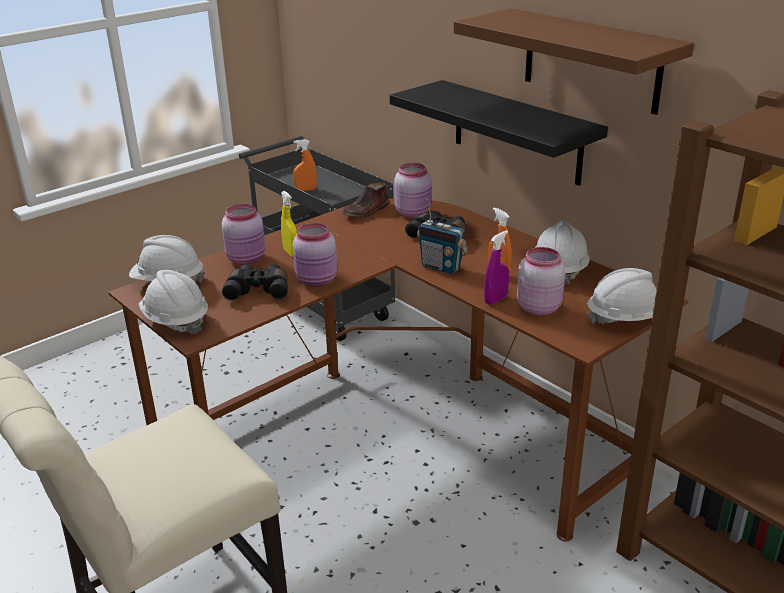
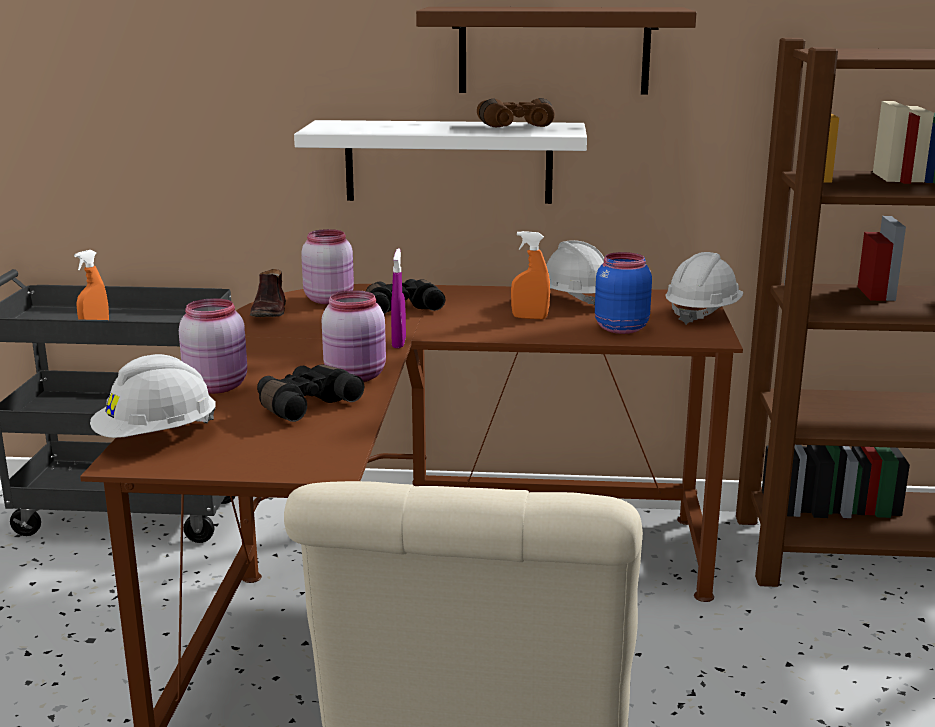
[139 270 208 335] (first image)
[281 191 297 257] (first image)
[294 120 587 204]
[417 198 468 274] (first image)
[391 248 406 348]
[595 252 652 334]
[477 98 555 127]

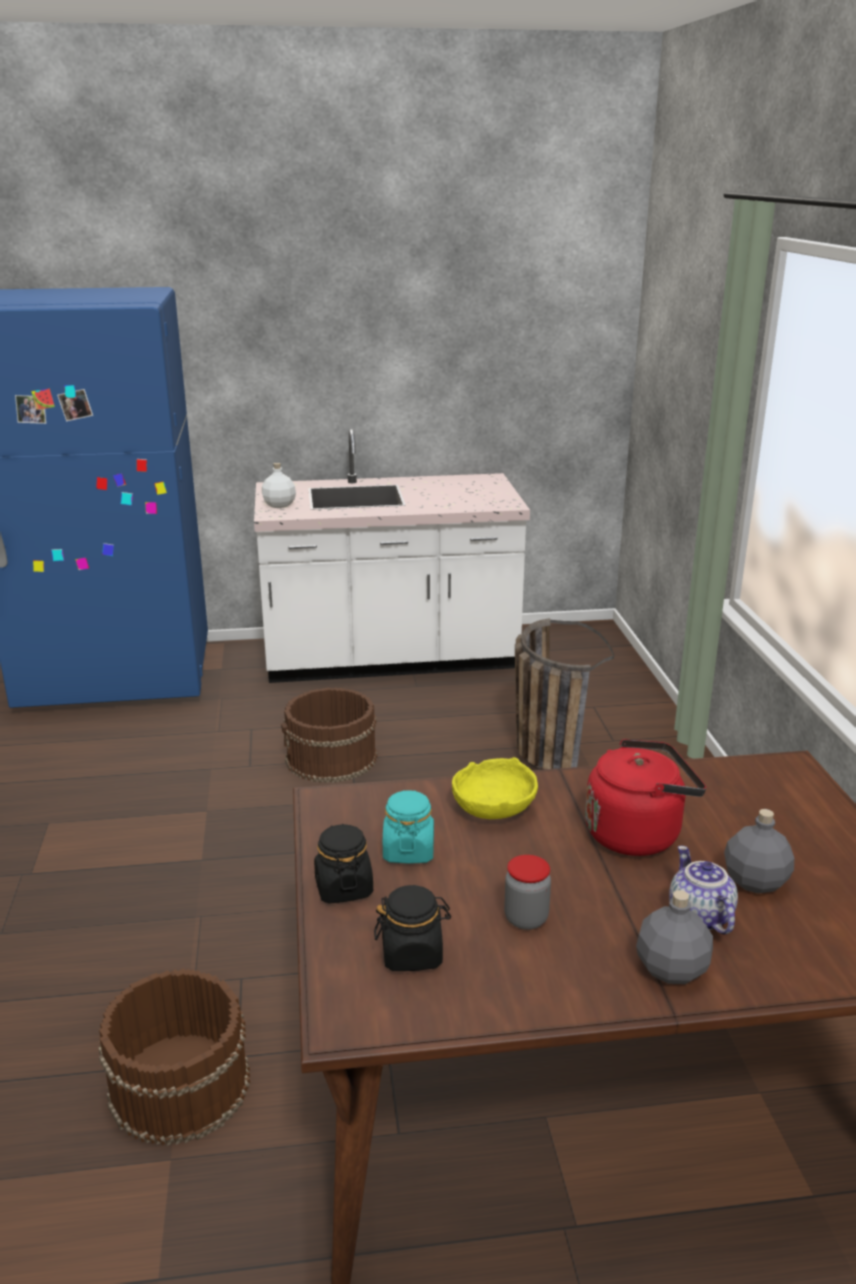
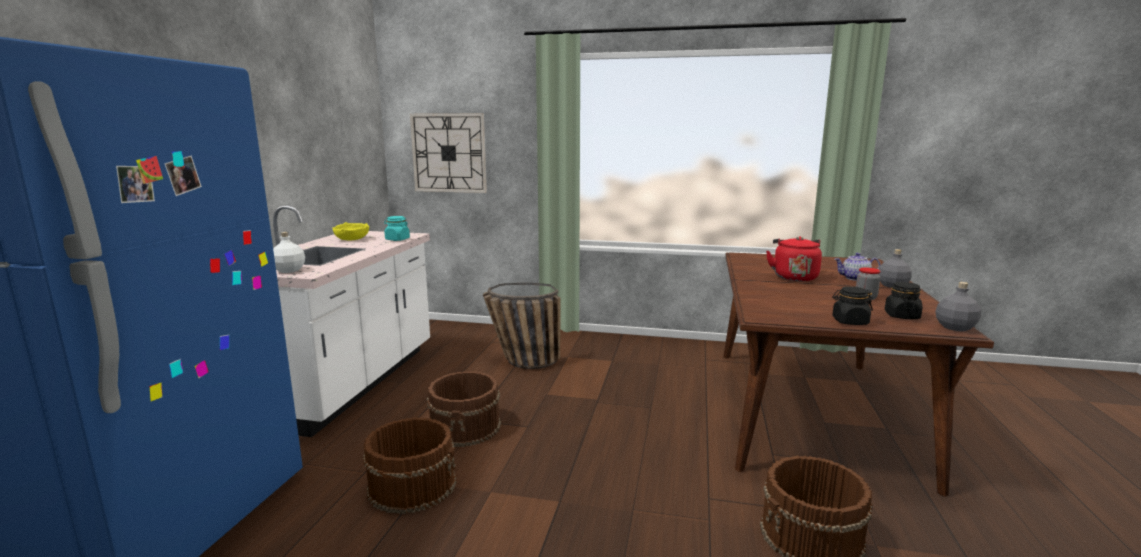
[384 216 410 241]
[332 222 369 240]
[935 282 981 331]
[363 417 456 514]
[410 113 487 193]

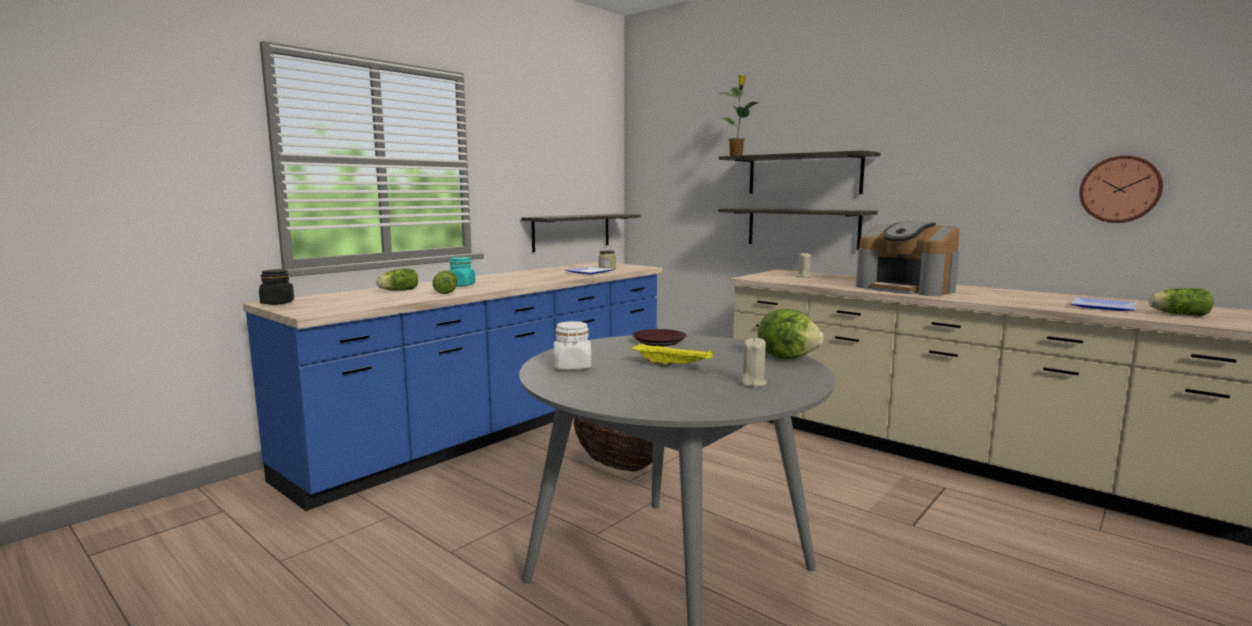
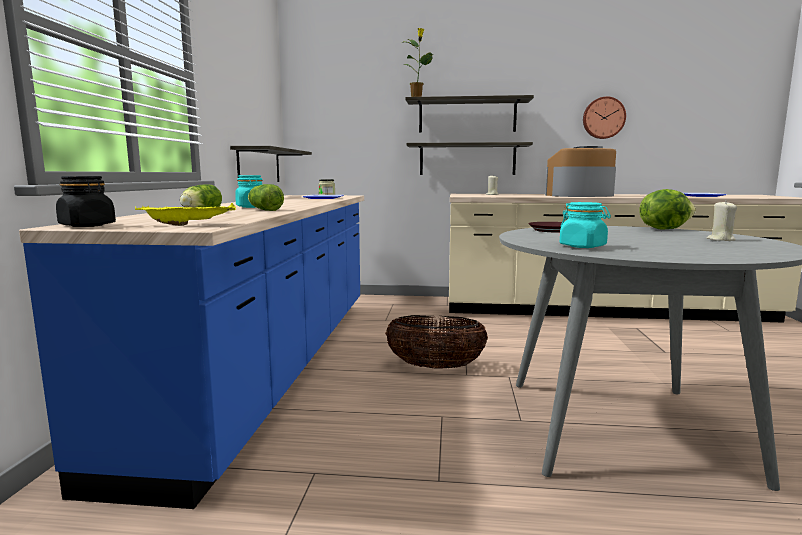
[560 202 611 248]
[135 203 236 226]
[545 146 616 197]
[583 96 626 139]
[1148 288 1213 316] (first image)

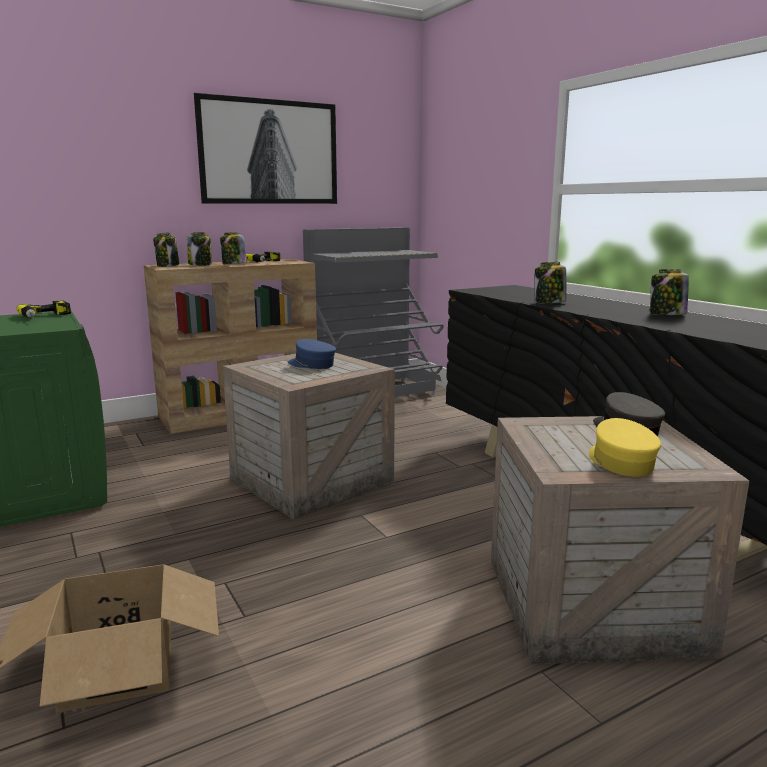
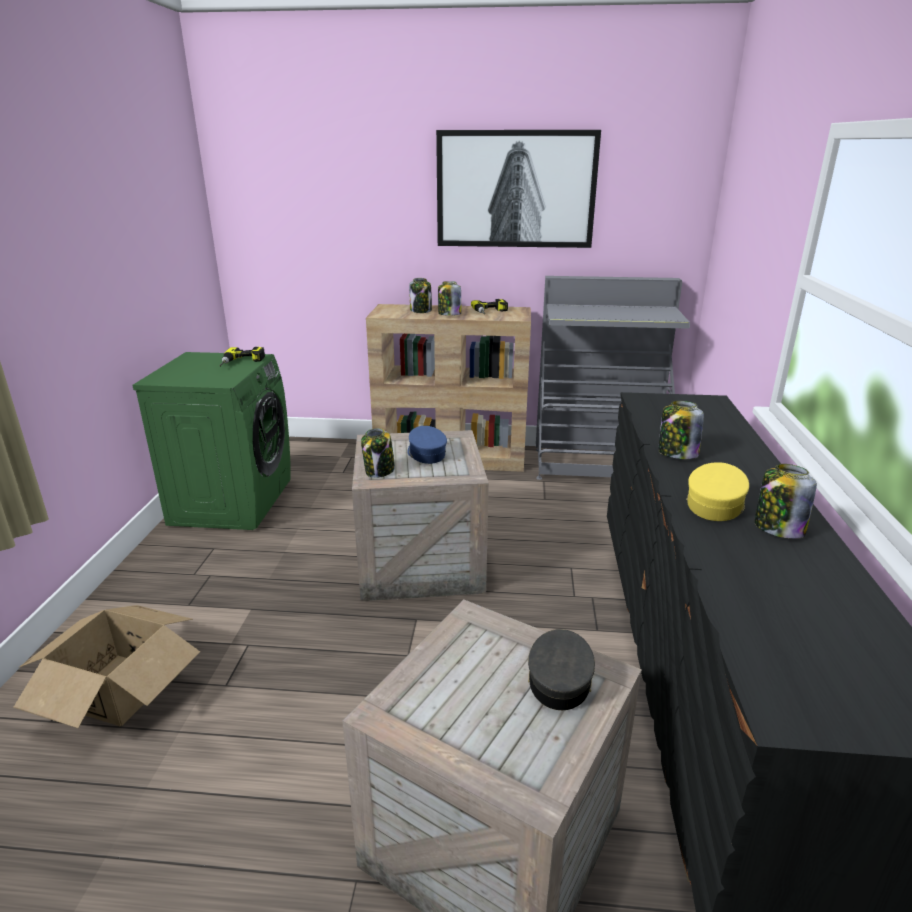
[361 428 395 478]
[686 462 749 521]

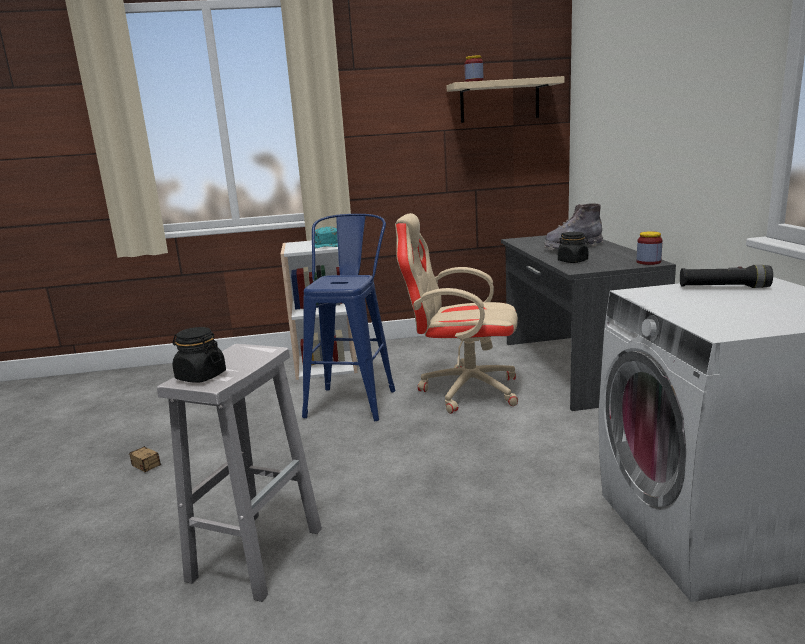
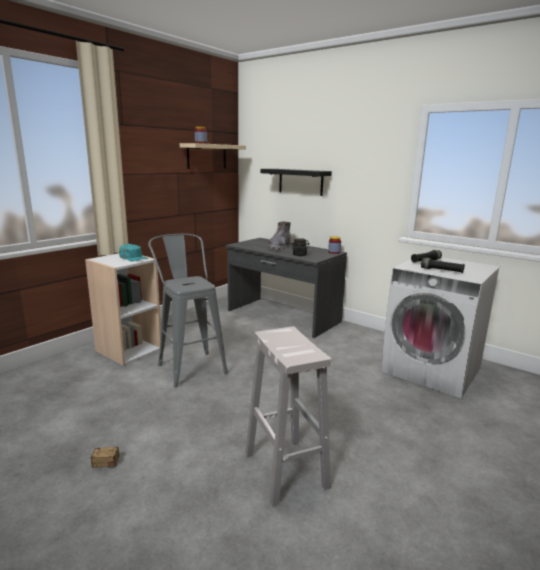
[172 327 226 383] (first image)
[148 234 228 387]
[395 213 518 414] (first image)
[260 169 332 196]
[421 258 465 273]

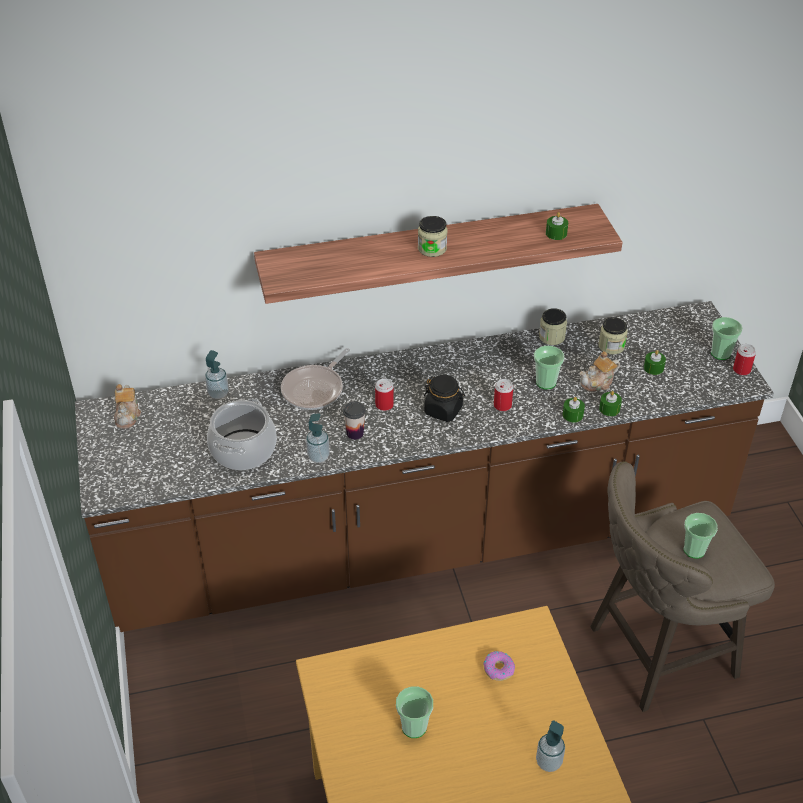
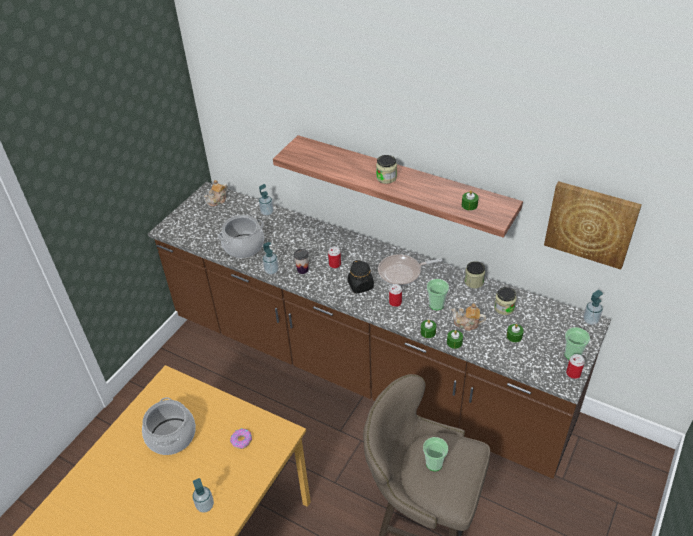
[378 254 442 286]
[142 397 196 455]
[544 181 642 270]
[583 290 603 325]

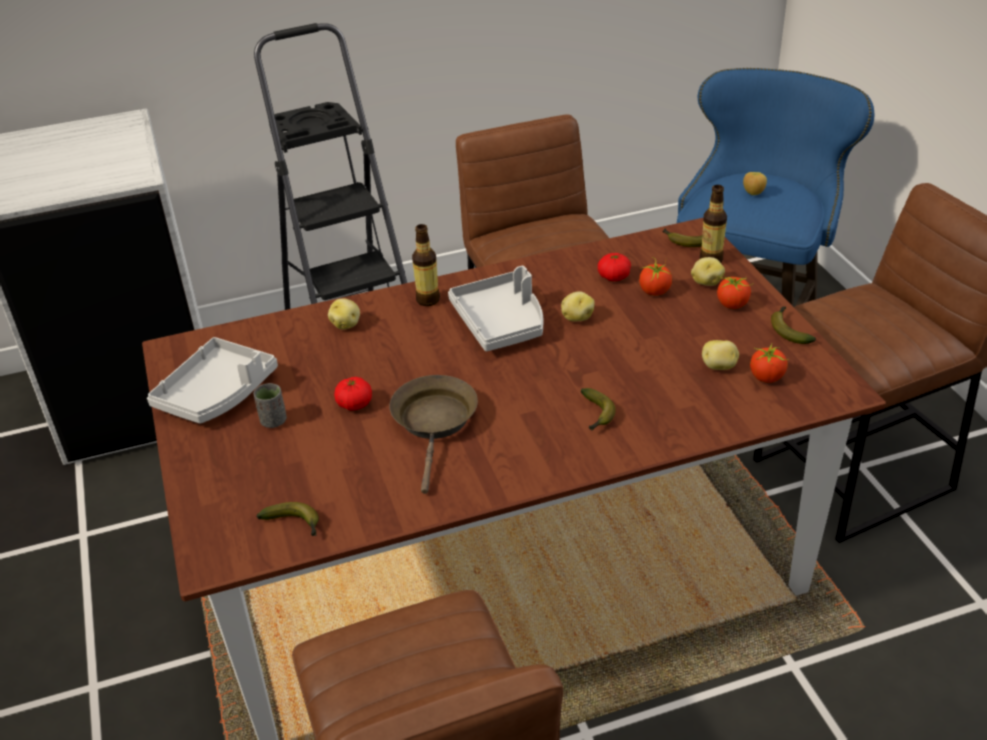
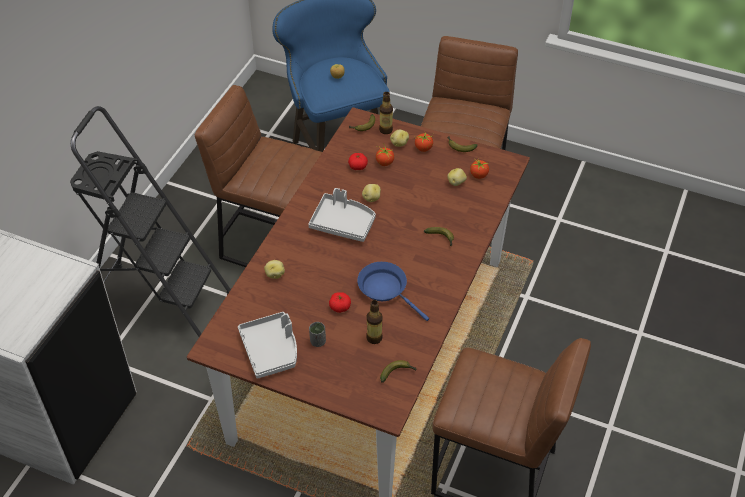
[357 262 429 321]
[366 300 383 344]

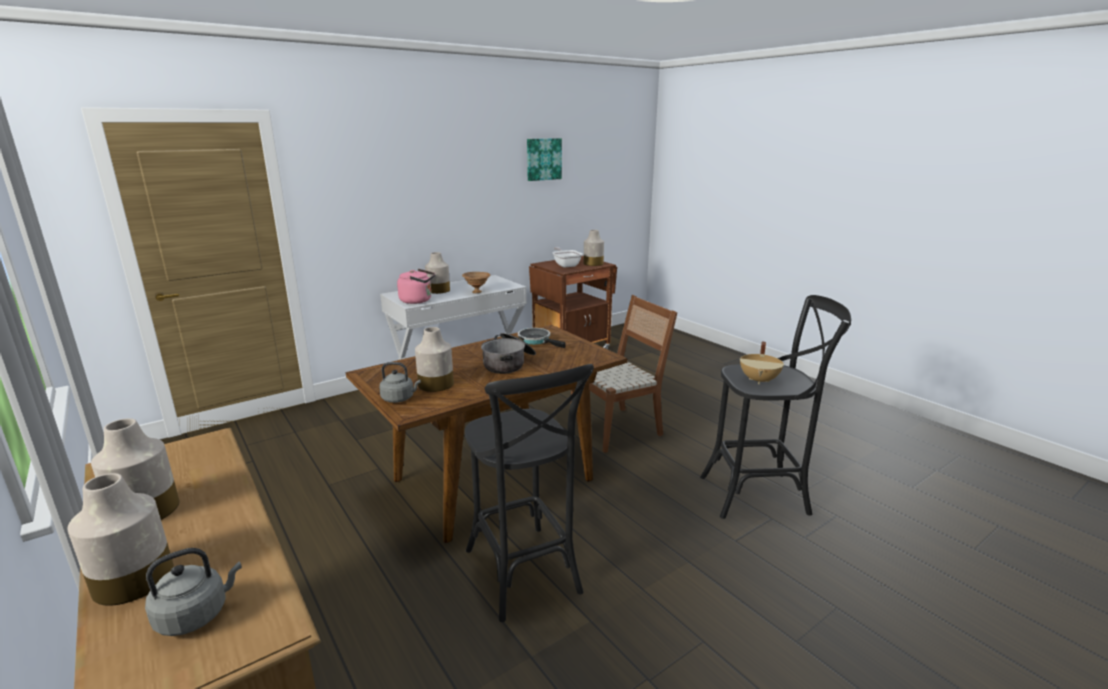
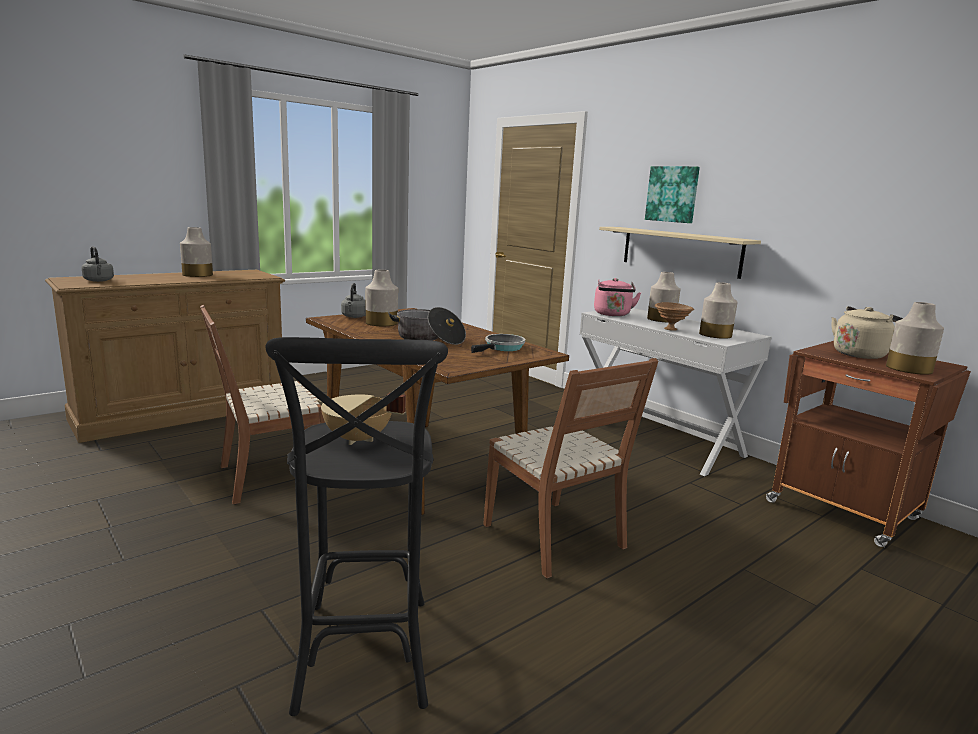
[699 282 737 339]
[200 305 325 505]
[645 166 700 223]
[831 306 903 359]
[599 227 761 279]

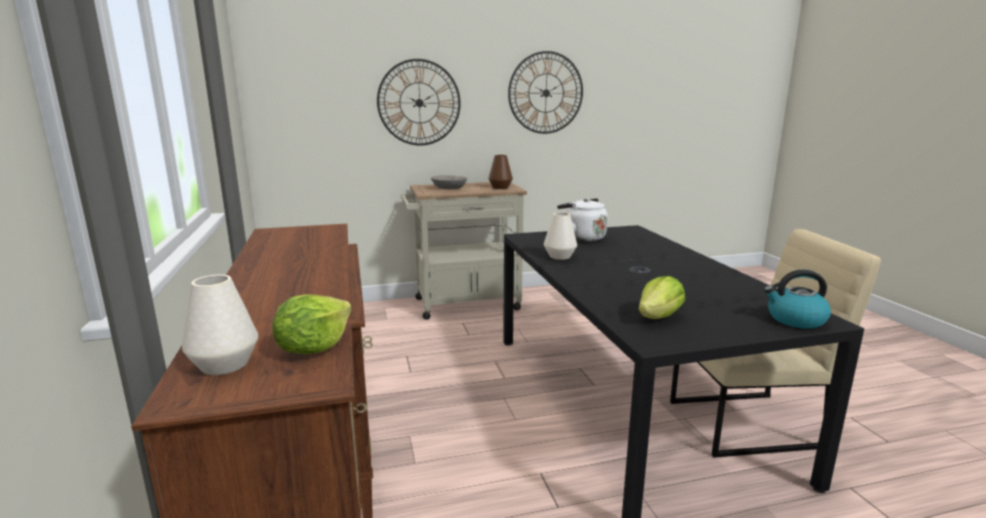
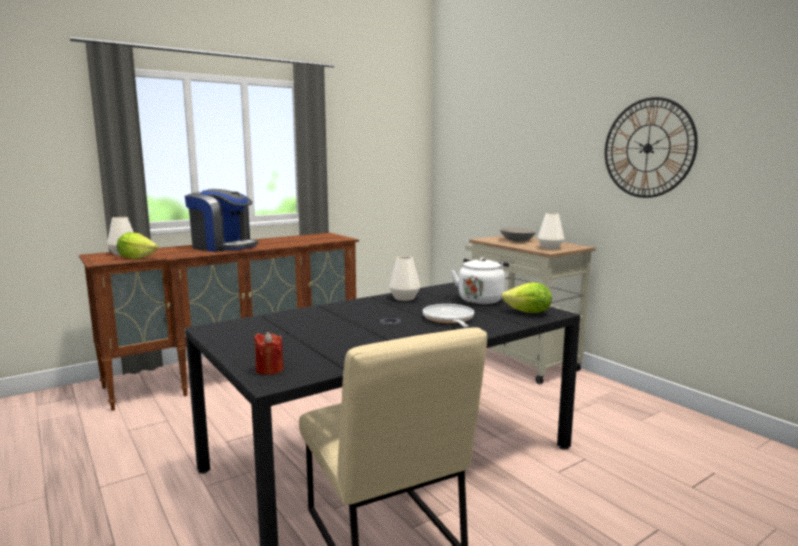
[377 59 461 146] (first image)
[537 213 564 250]
[502 283 552 313]
[254 332 284 375]
[185 189 258 252]
[423 304 474 327]

